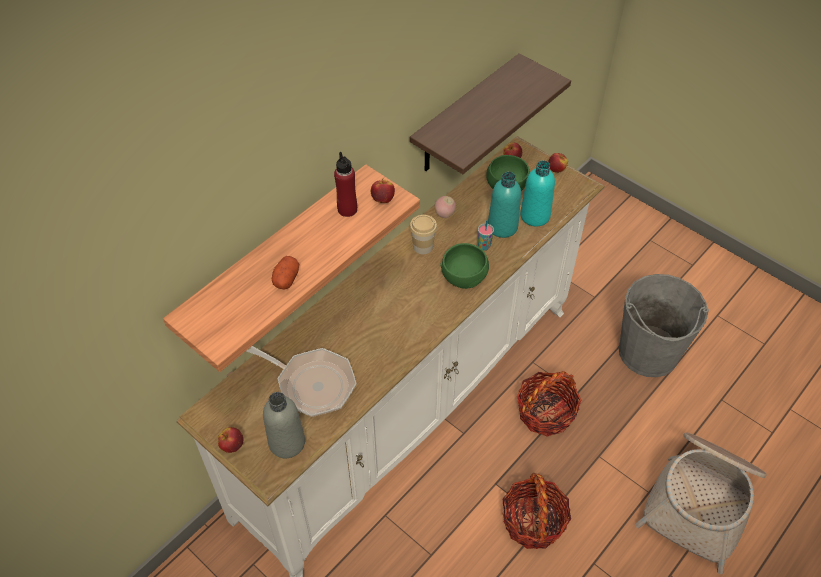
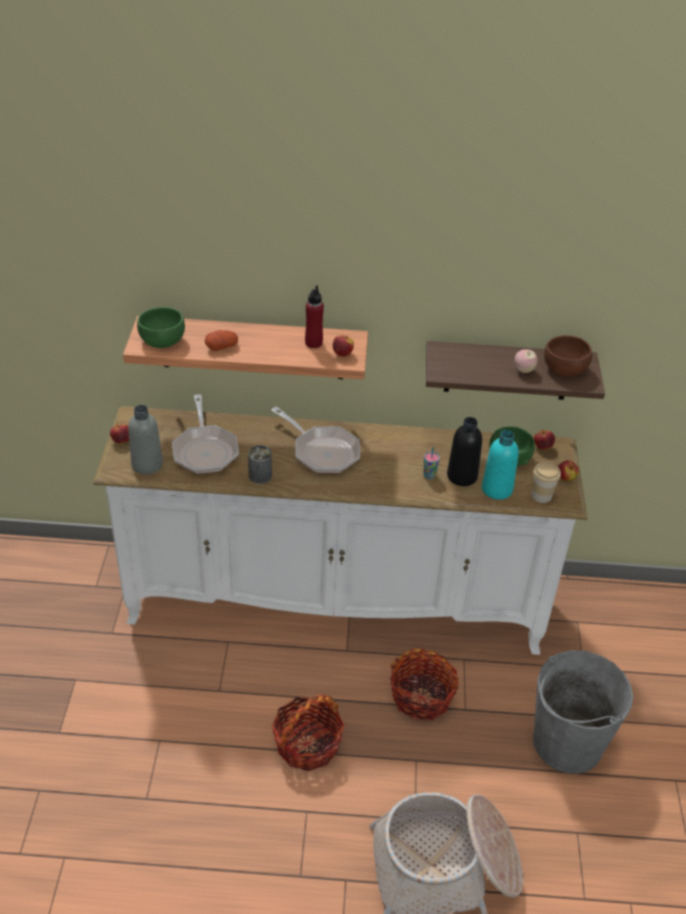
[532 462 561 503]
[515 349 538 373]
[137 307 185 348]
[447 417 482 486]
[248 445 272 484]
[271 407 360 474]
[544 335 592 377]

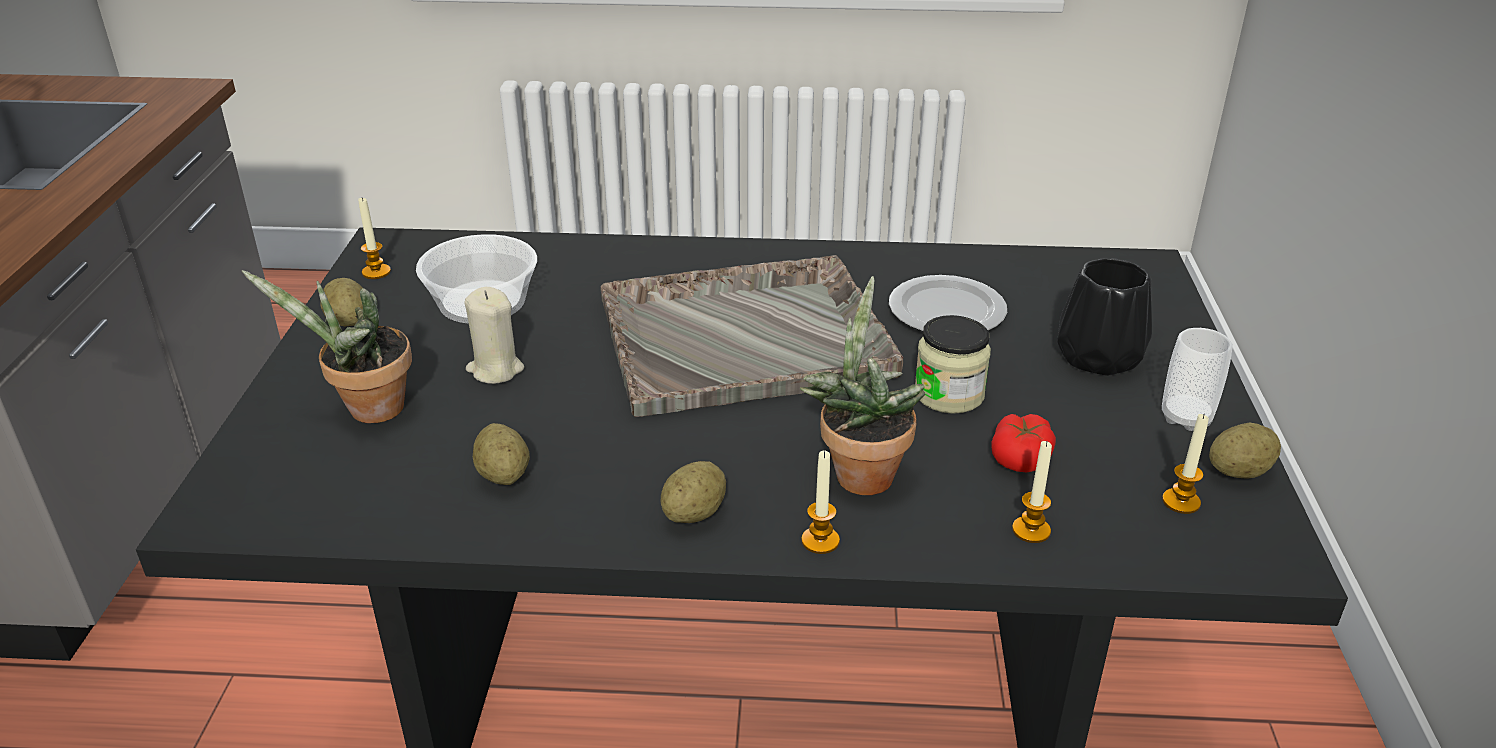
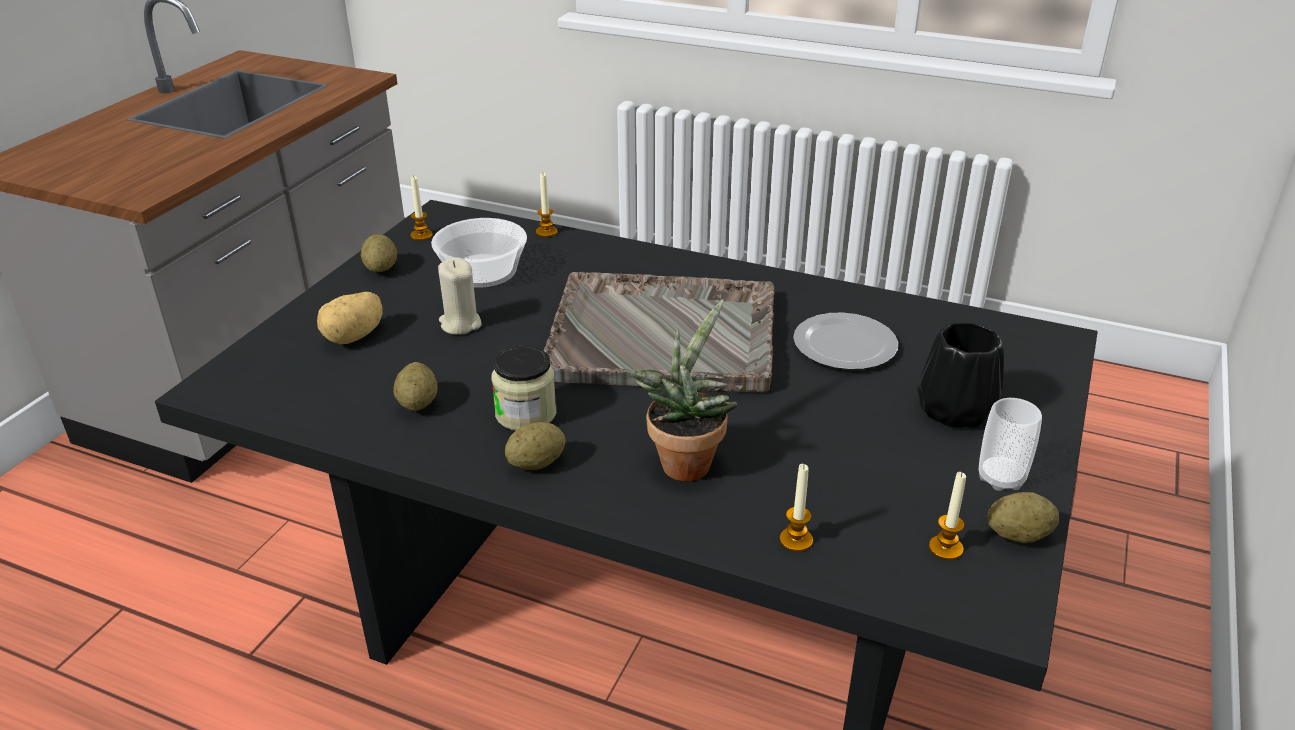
[317 292 383 344]
[536 173 558 237]
[491 346 556 431]
[992 414 1056 472] (first image)

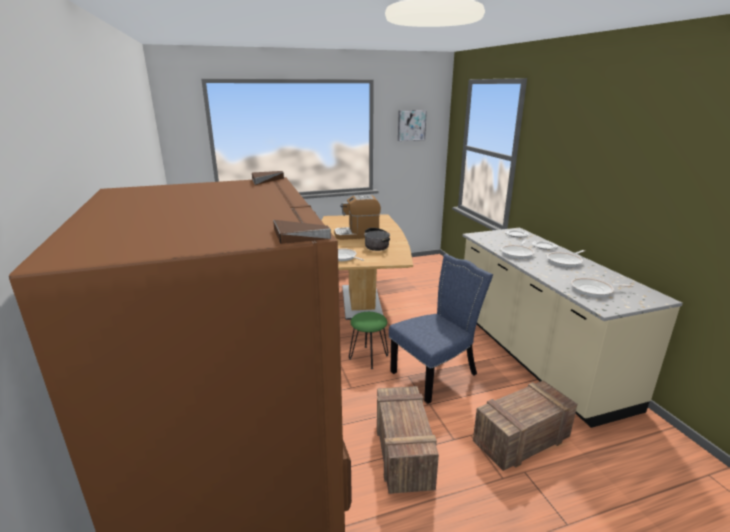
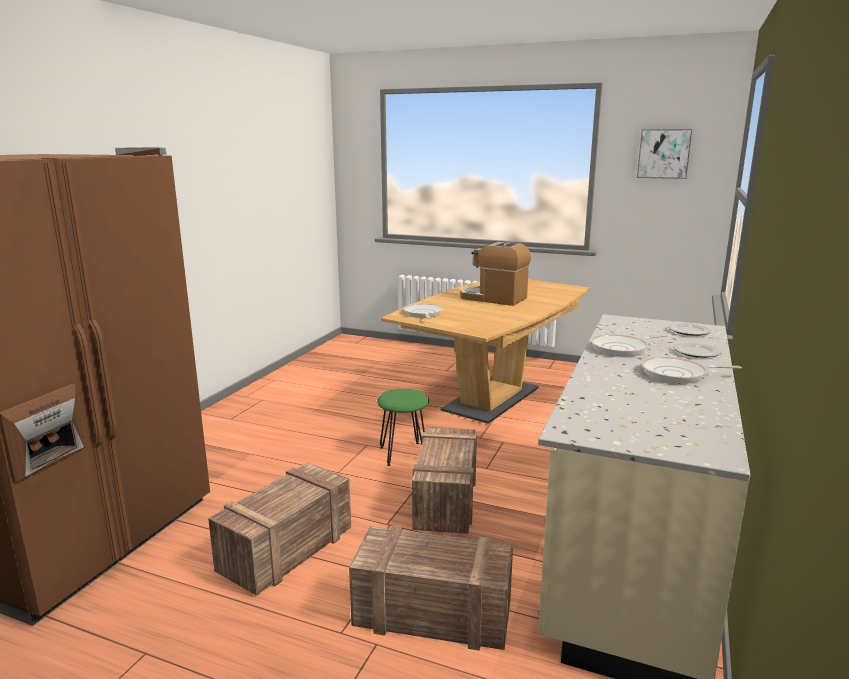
[364 228 390 251] (first image)
[412 427 477 534]
[571 278 633 297] (first image)

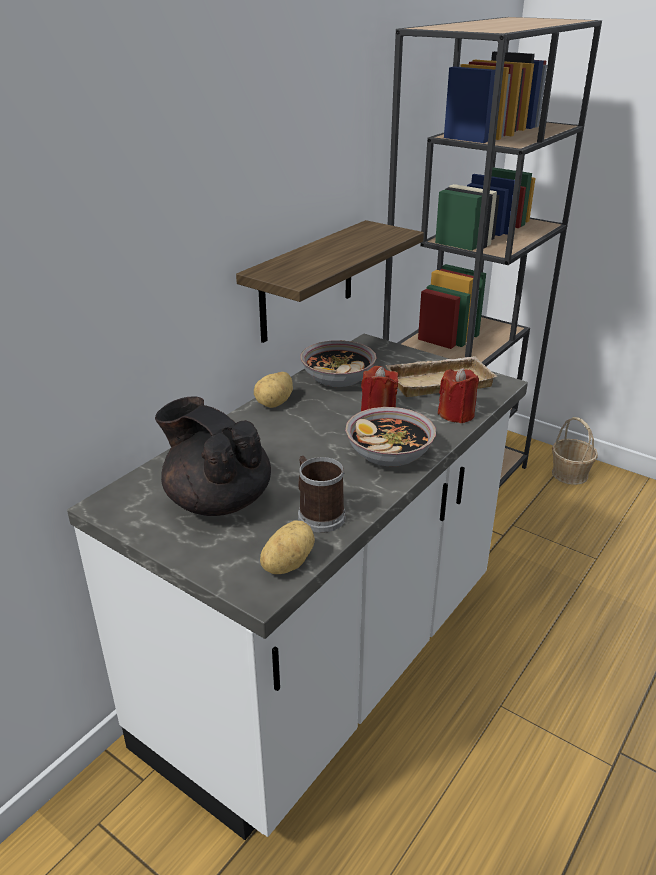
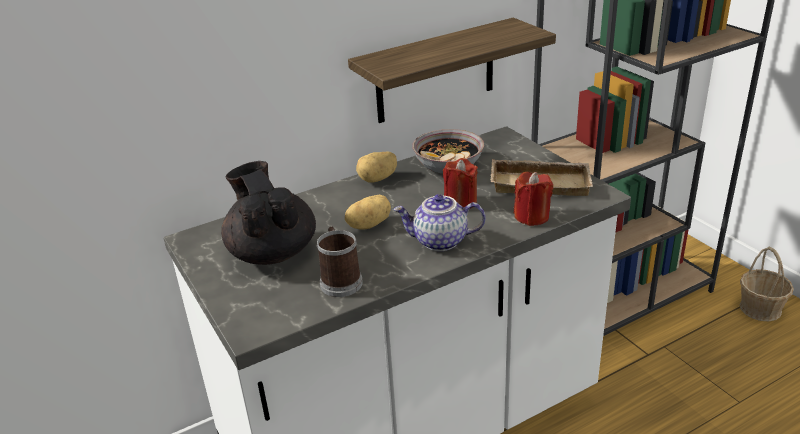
[345 195 391 229]
[393 194 486 251]

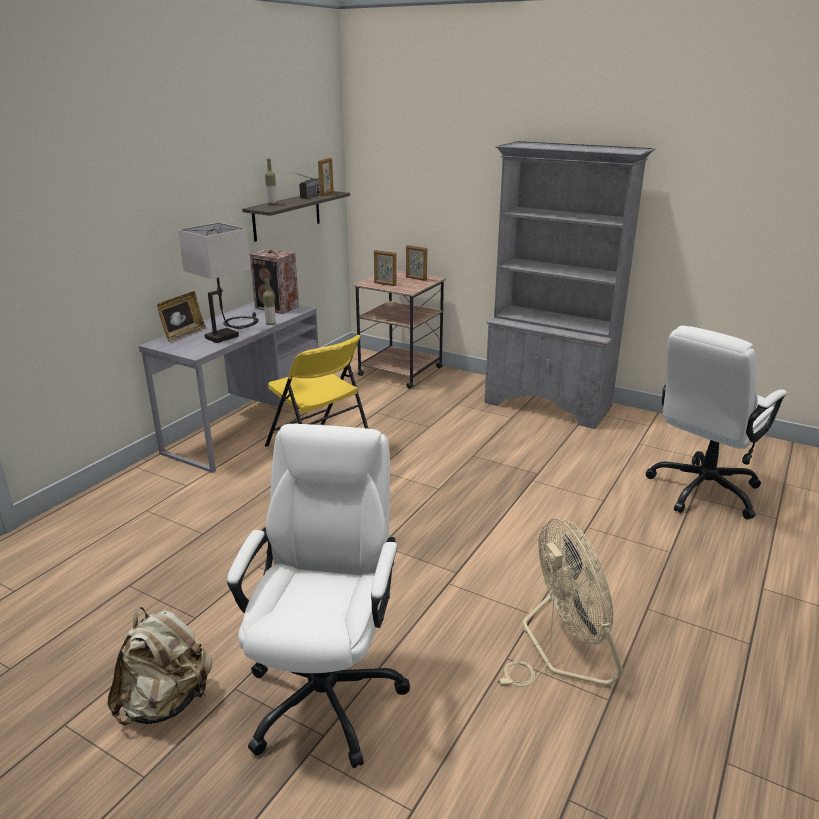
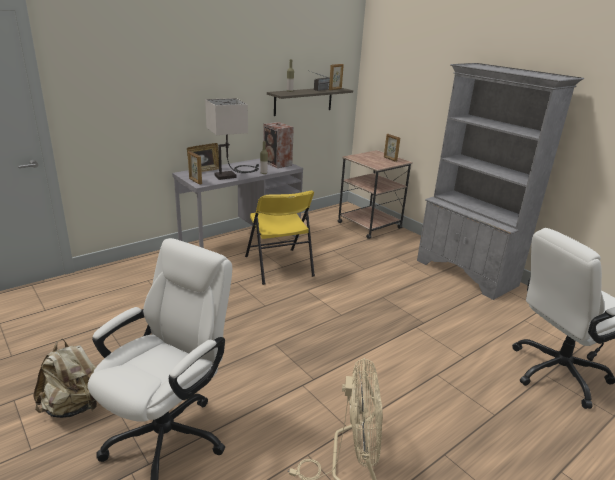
[188 151 202 185]

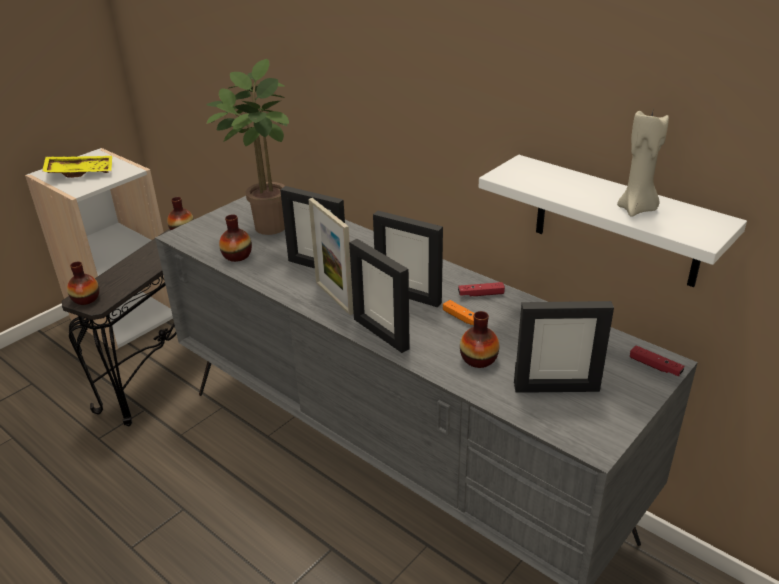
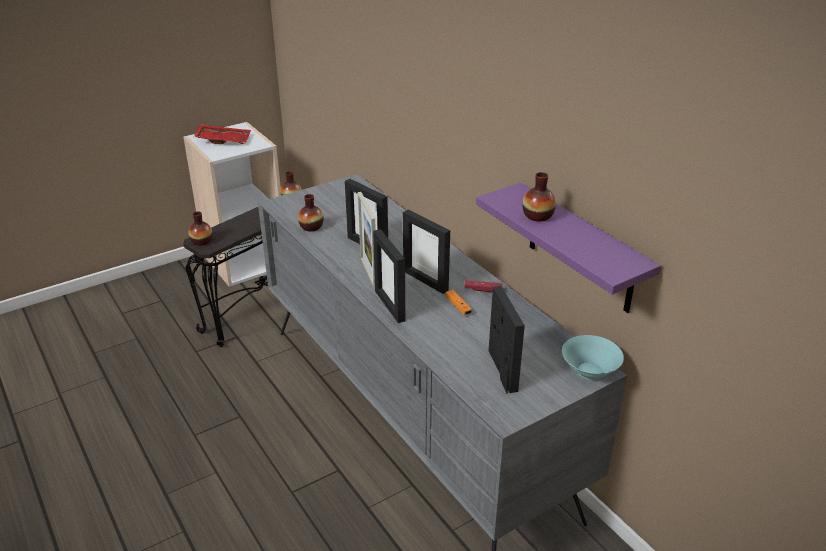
[194 124 251 144]
[206 59 289 235] (first image)
[522 172 556 222]
[476 183 661 313]
[489 286 525 394]
[617 111 669 217] (first image)
[562 335 624 380]

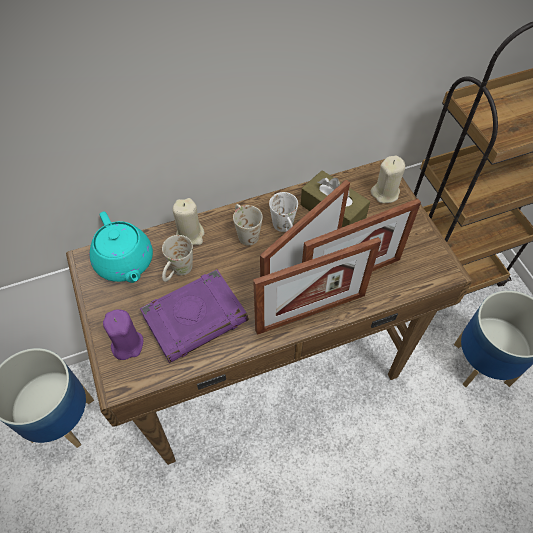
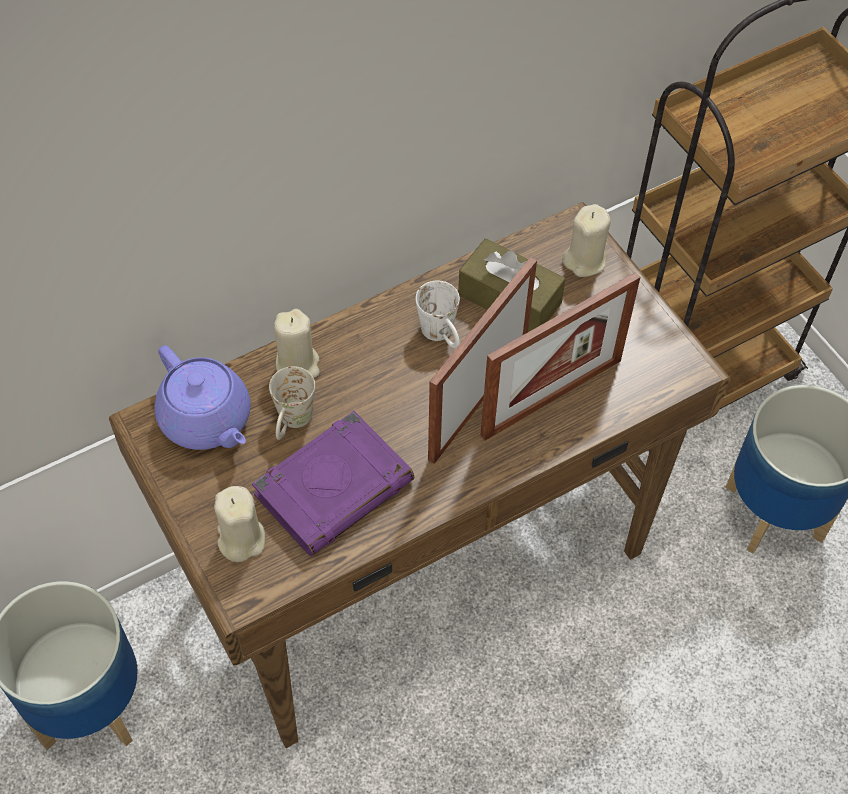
[155 345 251 450]
[214 486 265 562]
[233 204 263 245] (first image)
[253 237 381 335] (first image)

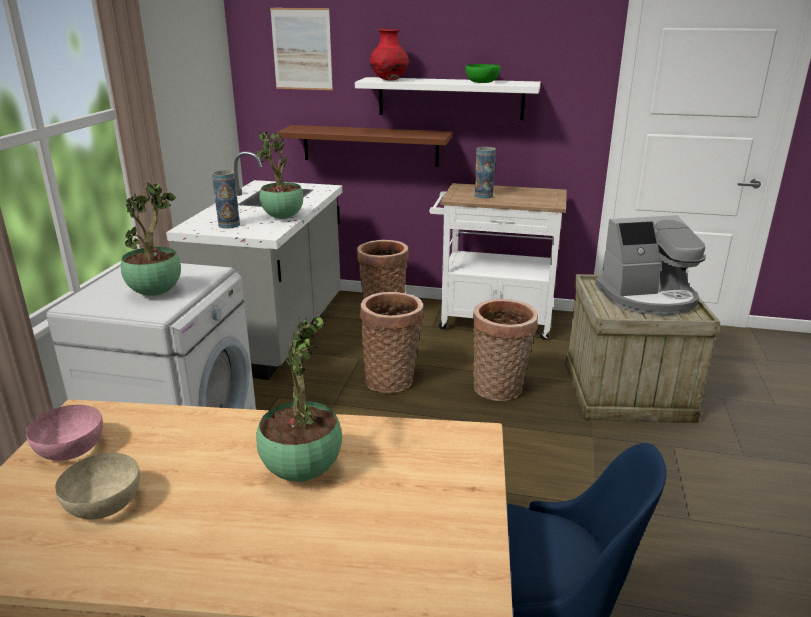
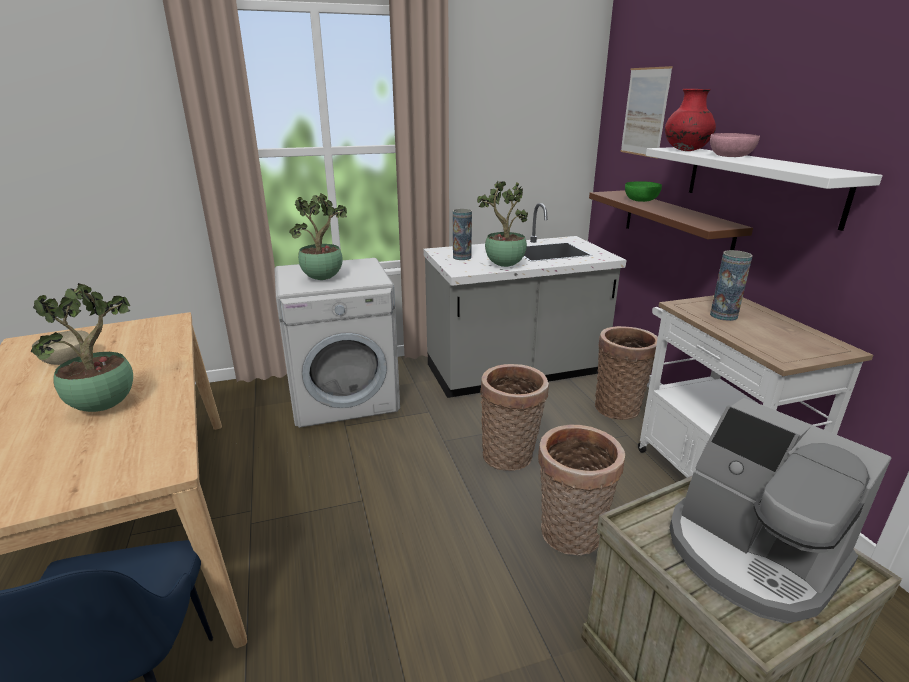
[710 133 760 157]
[625 181 662 202]

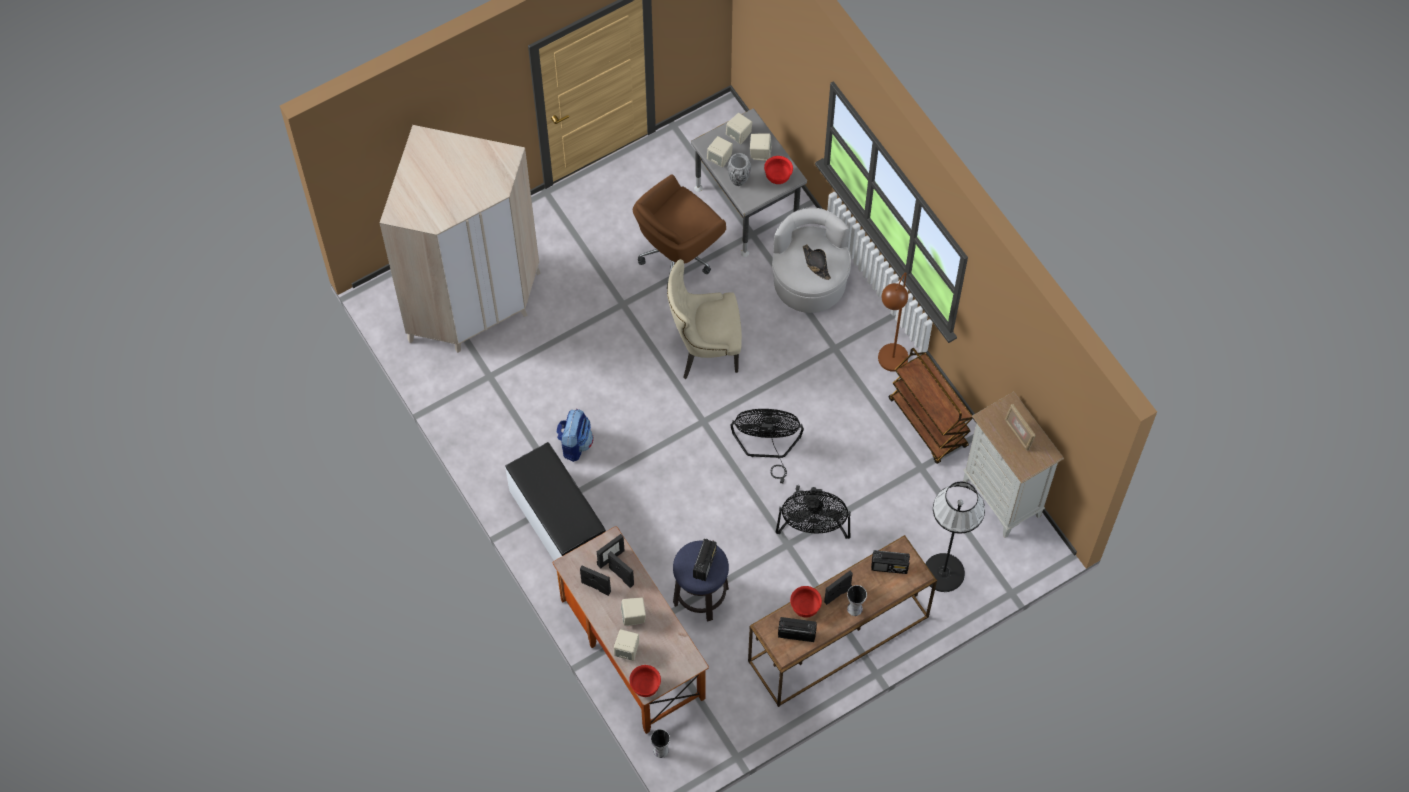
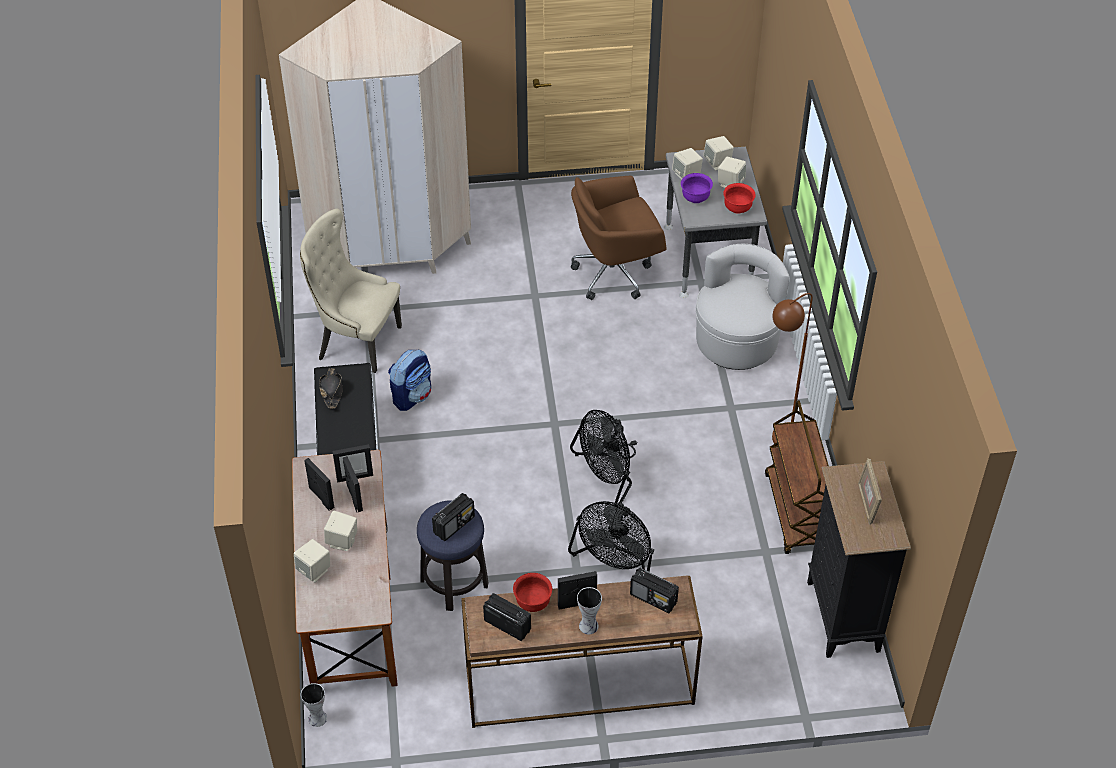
[629 665 661 697] (first image)
[300 209 402 373]
[681 173 713 203]
[570 410 638 504]
[319 368 342 409]
[925 482 985 592] (first image)
[807 461 911 658]

